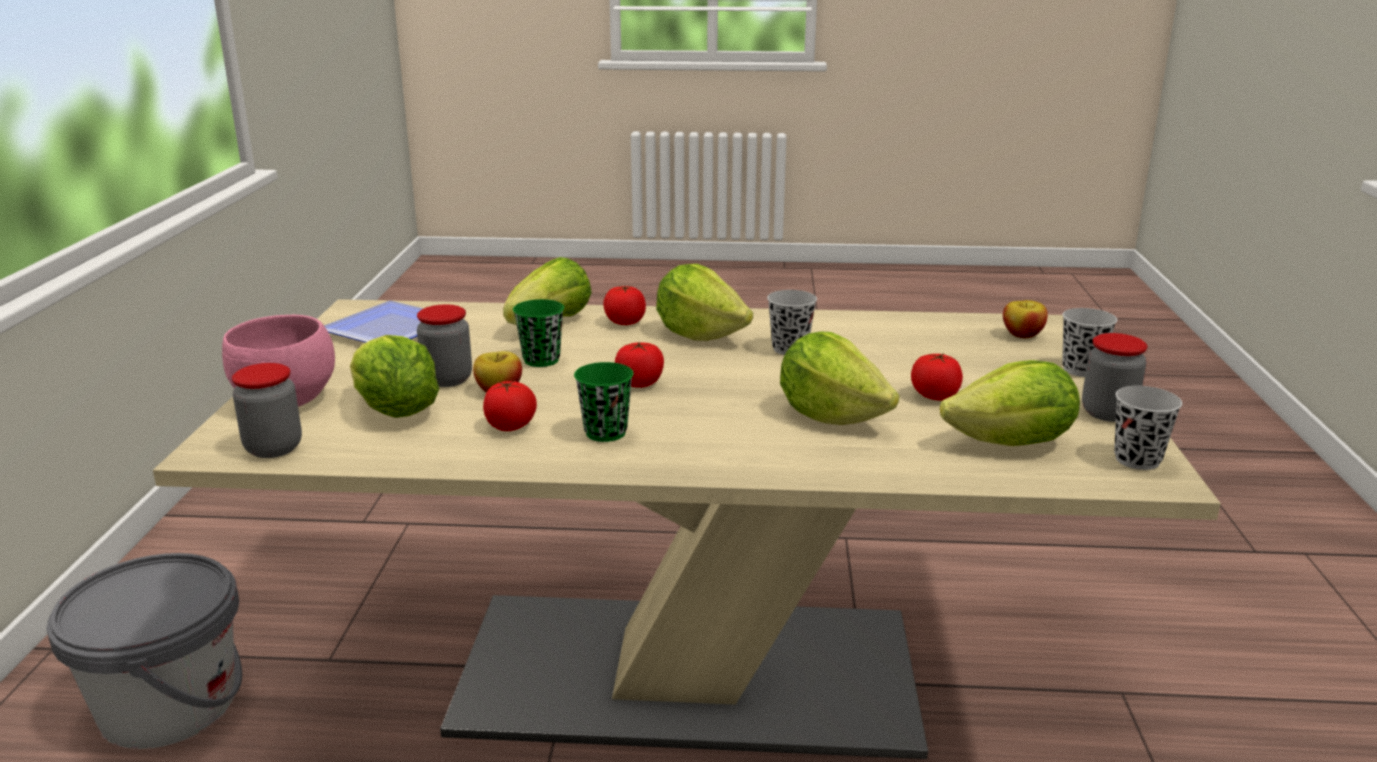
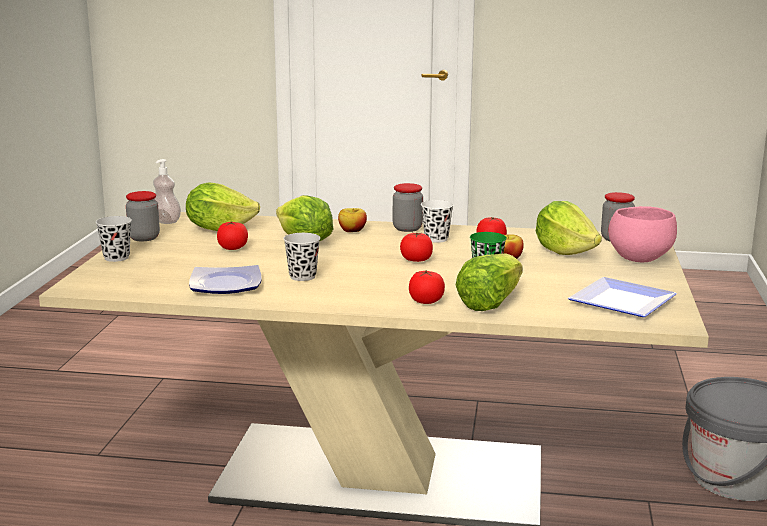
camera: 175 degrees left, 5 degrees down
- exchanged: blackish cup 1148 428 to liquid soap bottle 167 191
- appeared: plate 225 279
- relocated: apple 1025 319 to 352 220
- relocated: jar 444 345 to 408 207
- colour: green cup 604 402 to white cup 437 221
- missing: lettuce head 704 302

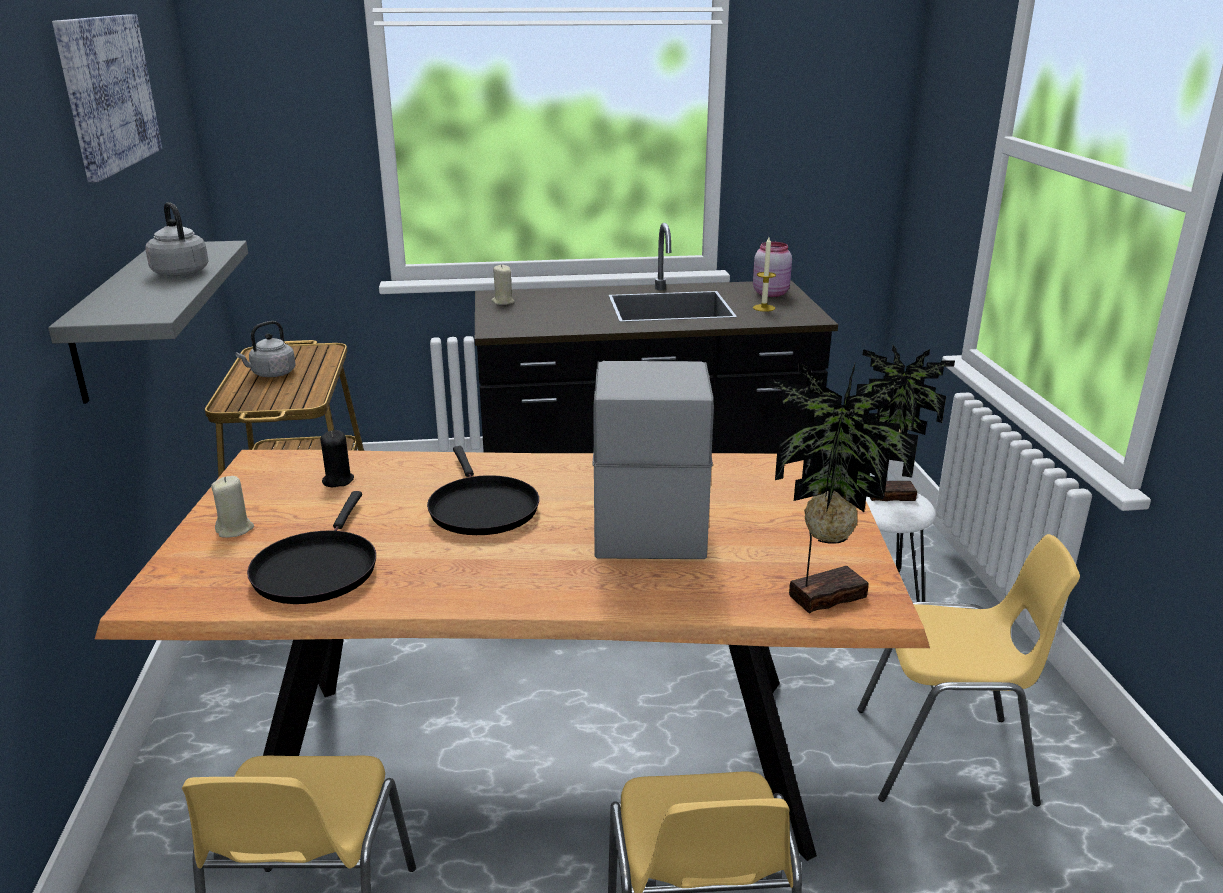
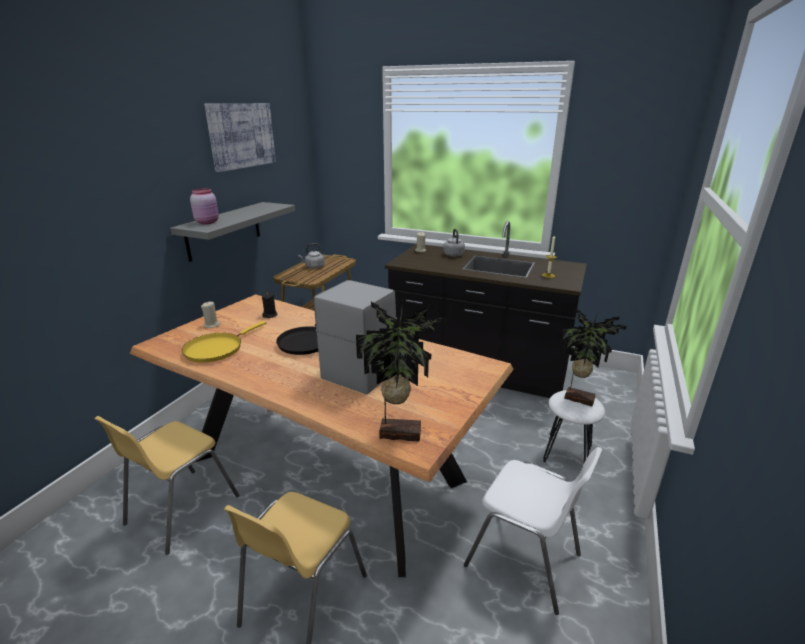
camera: 30 degrees right, 0 degrees up
- colour: blackish frying pan 311 547 to yellowish frying pan 224 342
- relocated: pink-coloured jar 772 269 to 204 206
- relocated: greyish tea kettle 177 239 to 454 242
- colour: yellowish chair 968 670 to white chair 533 531

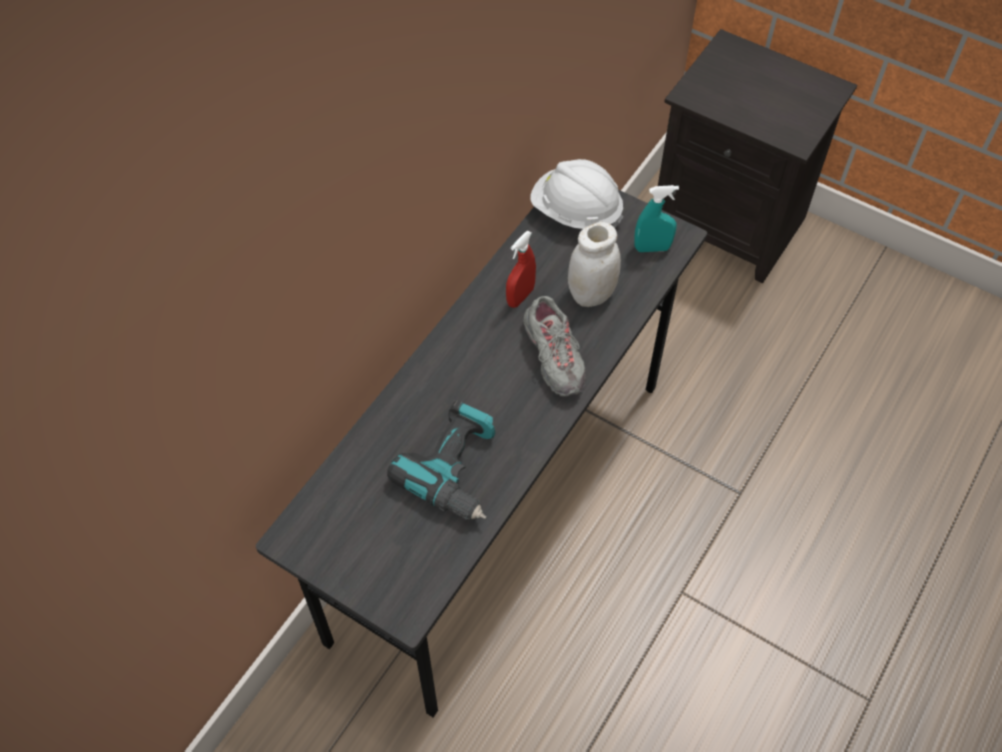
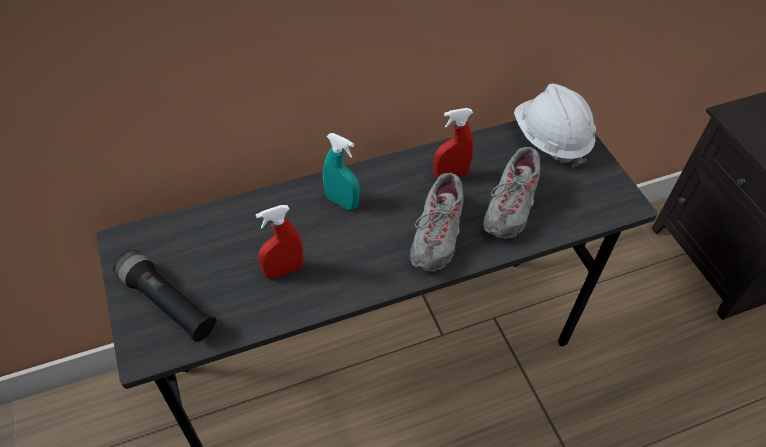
camera: 35 degrees right, 5 degrees down
- appeared: blackish torch 165 296
- exchanged: drill 441 460 to reddish sprayer 279 242
- relocated: turquoise sprayer 656 218 to 341 171
- exchanged: white jar 594 264 to greyish low shoe 511 193

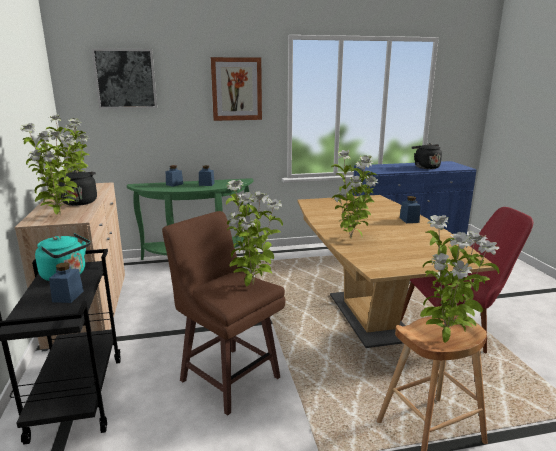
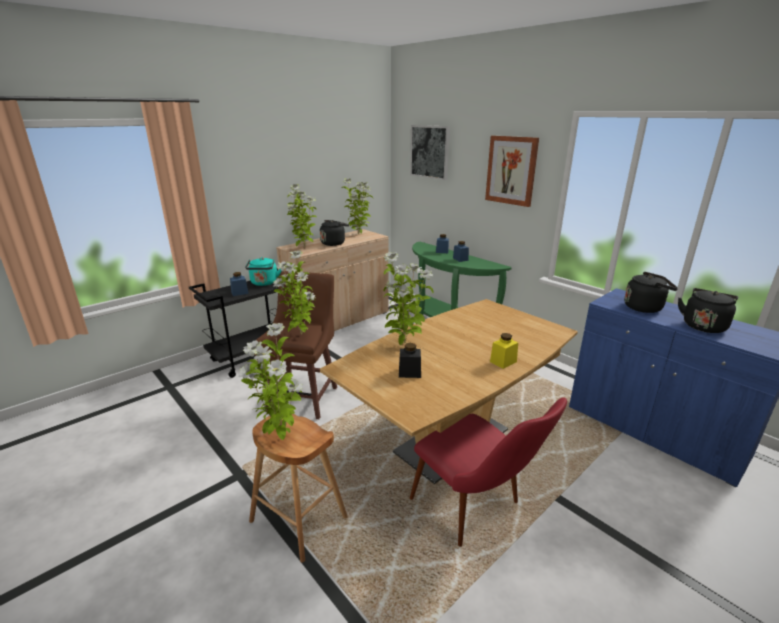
camera: 60 degrees right, 5 degrees up
- appeared: blackish jar 410 360
- colour: bluish jar 410 209 to yellowish jar 504 351
- appeared: blackish tea kettle 651 292

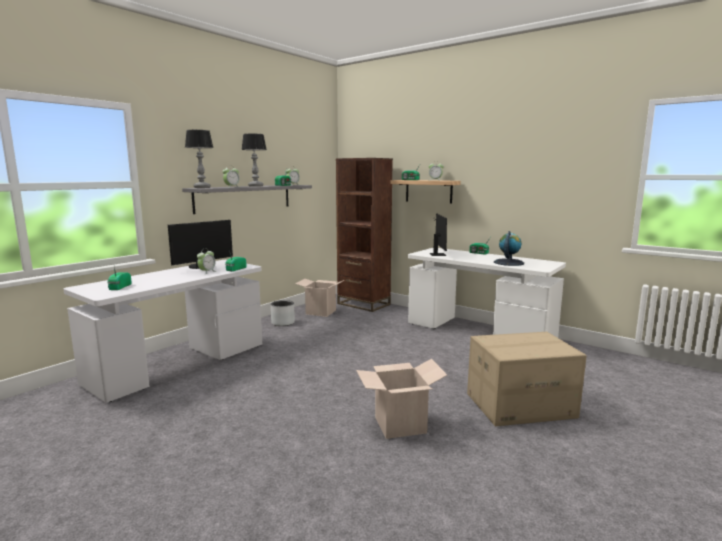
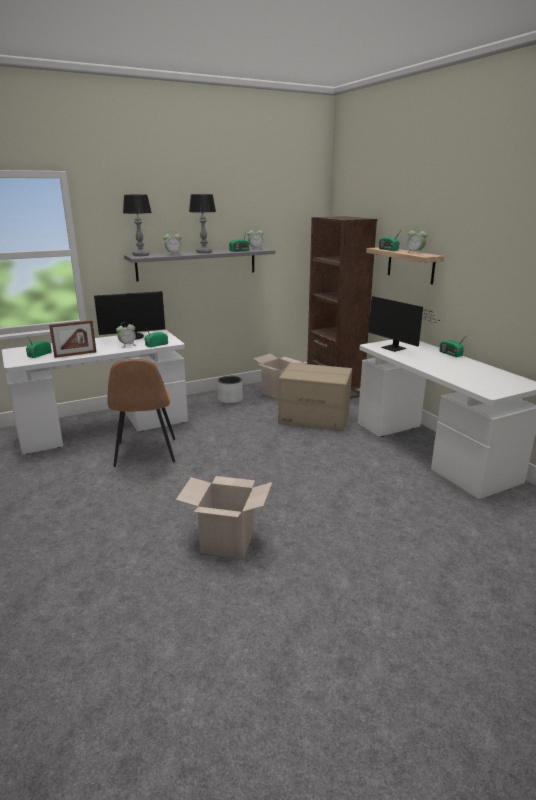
camera: 25 degrees right, 10 degrees up
- appeared: photo frame 72 339
- appeared: brown-coloured chair 141 413
- relocated: packing box 527 379 to 315 397
- spun: monitor 438 234 = 402 324 120 degrees clockwise
- missing: world globe 509 248

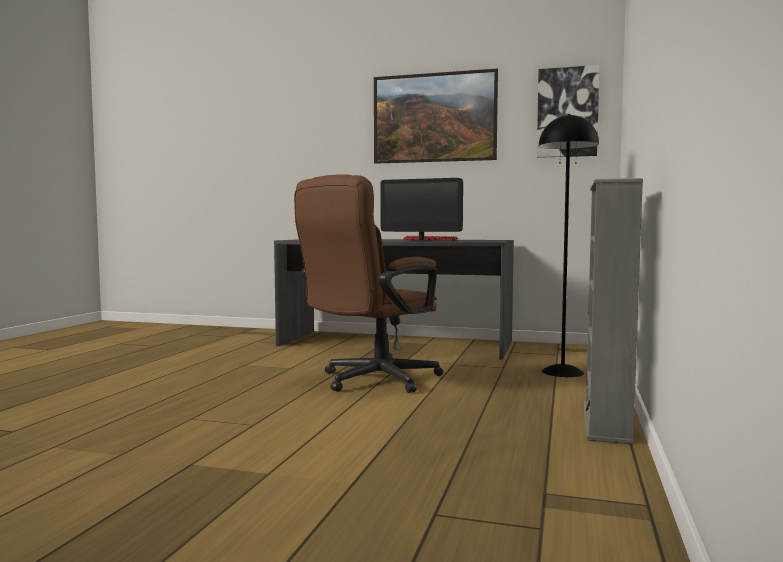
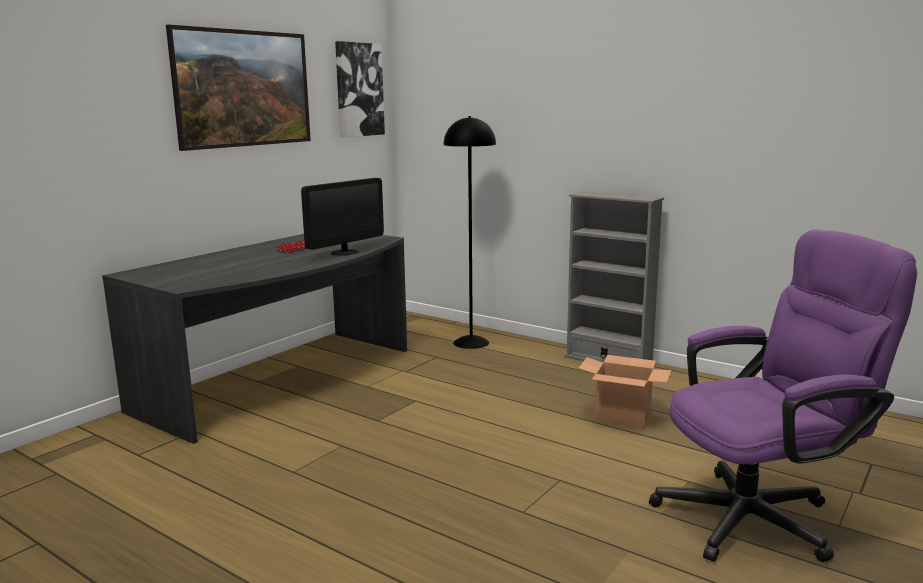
camera: 70 degrees left, 10 degrees up
- appeared: packing box 625 392
- appeared: purplish desk chair 783 395
- missing: brown-coloured desk chair 368 283

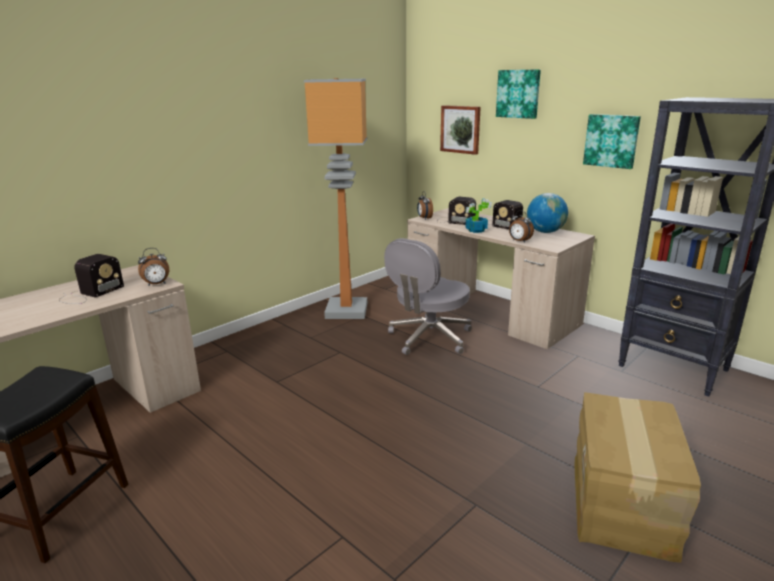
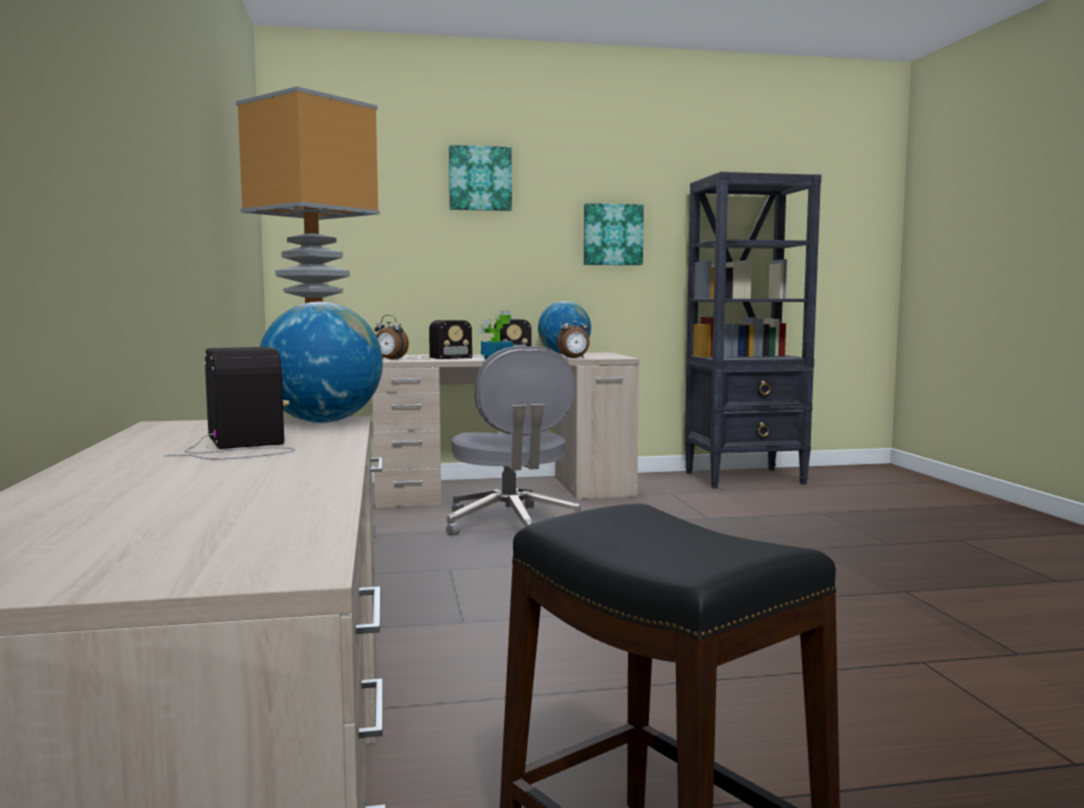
camera: 55 degrees left, 15 degrees down
- exchanged: bedside clock 153 267 to world globe 321 362
- missing: wall art 460 130
- missing: packing box 637 477

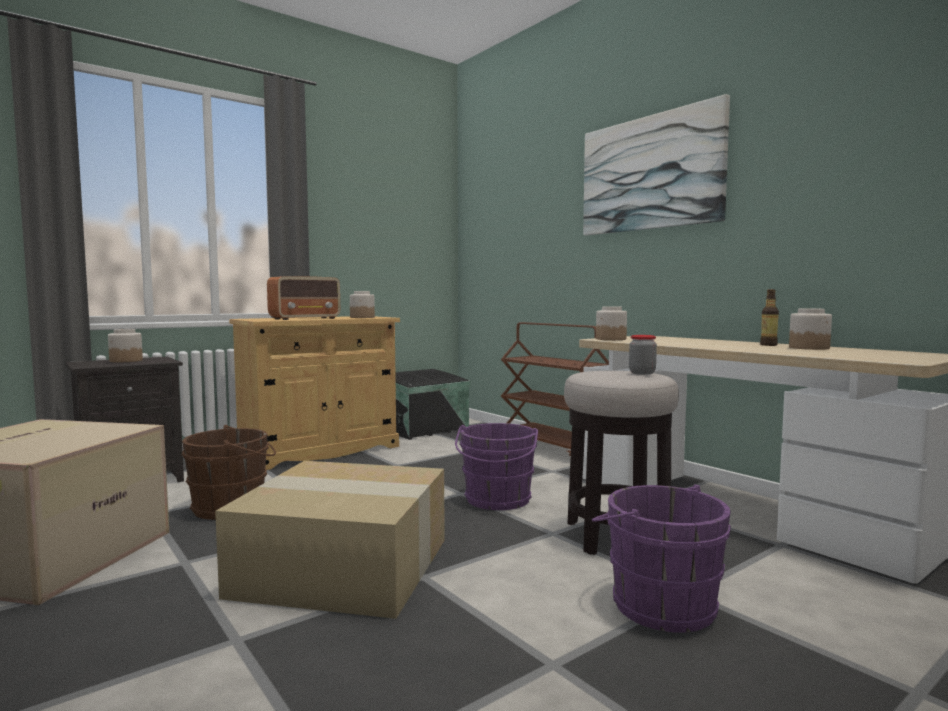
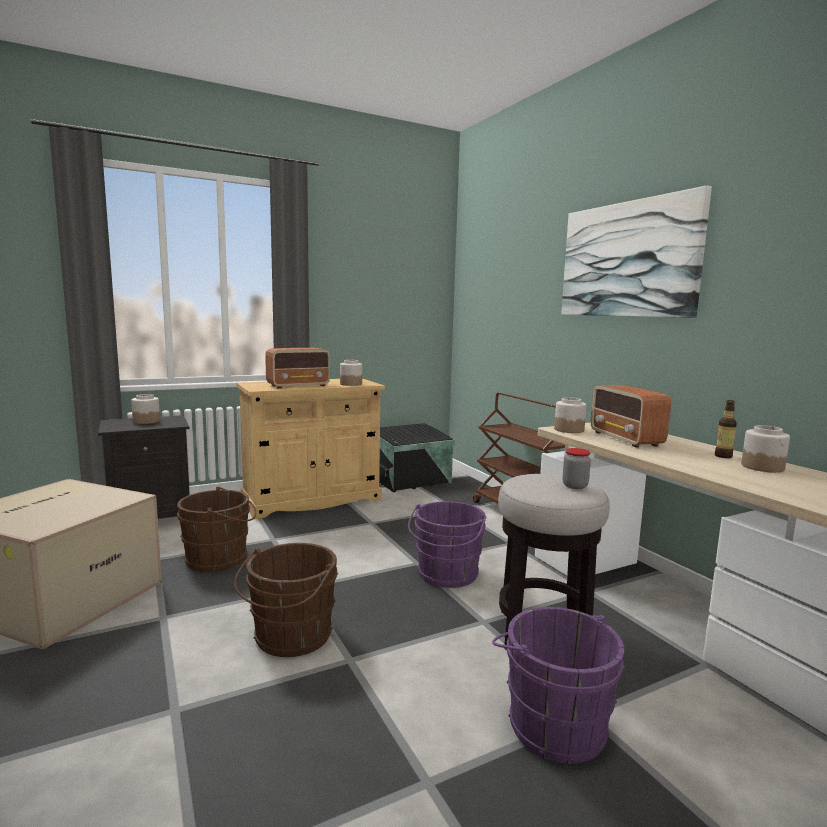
camera: 10 degrees right, 5 degrees up
- exchanged: packing box 330 540 to brown-coloured water bucket 286 600
- appeared: radio receiver 631 416

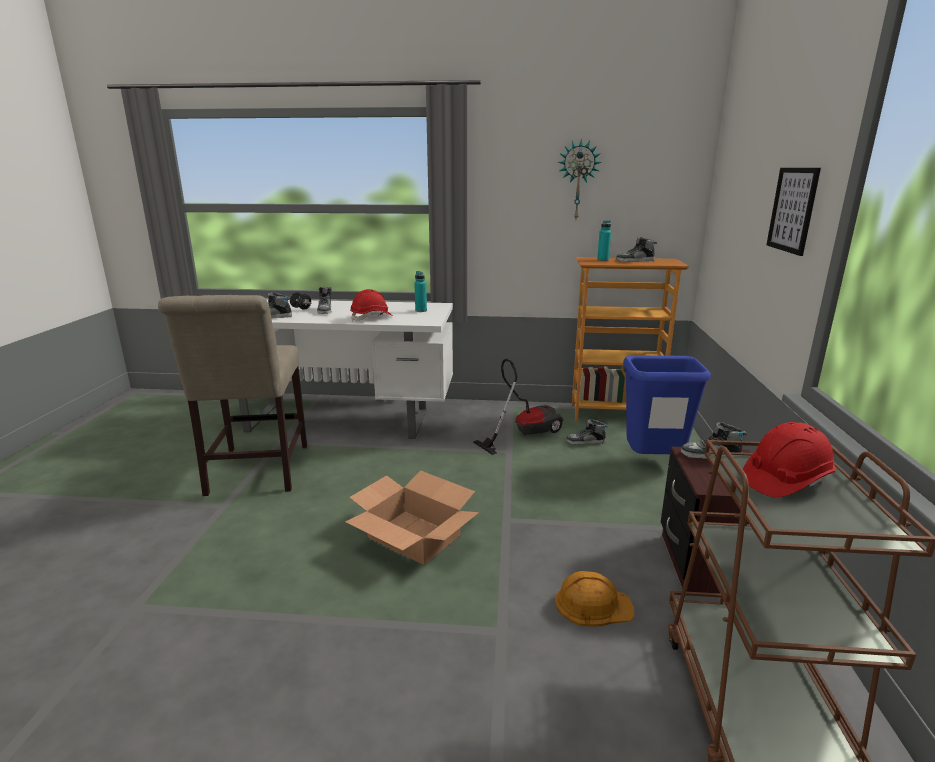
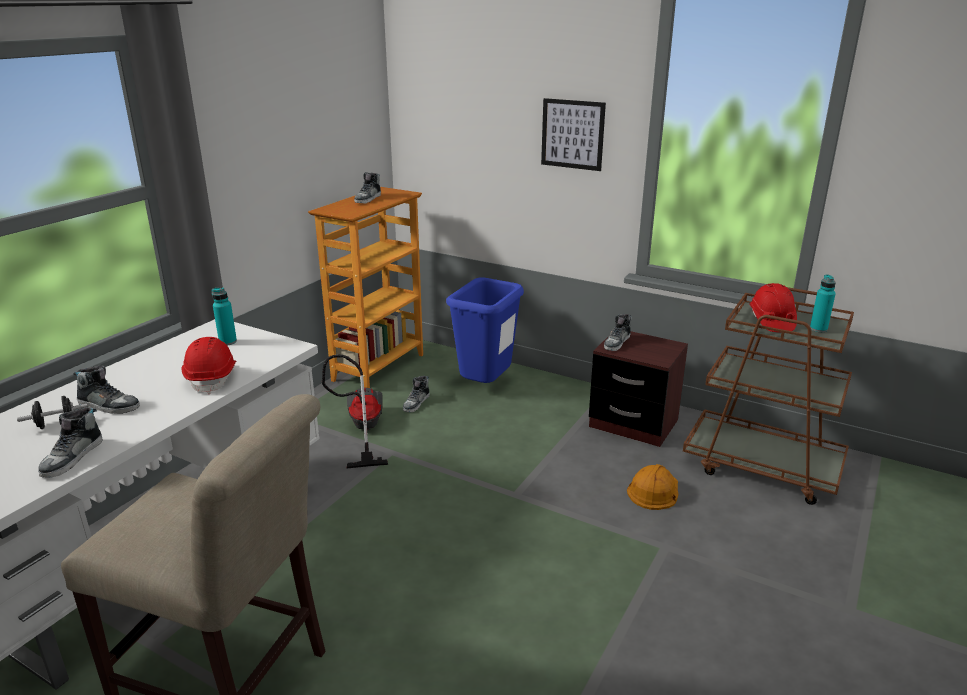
camera: 65 degrees left, 5 degrees up
- relocated: turquoise beverage bottle 604 240 to 823 303
- missing: packing box 412 517
- missing: clock on the wall 580 179

